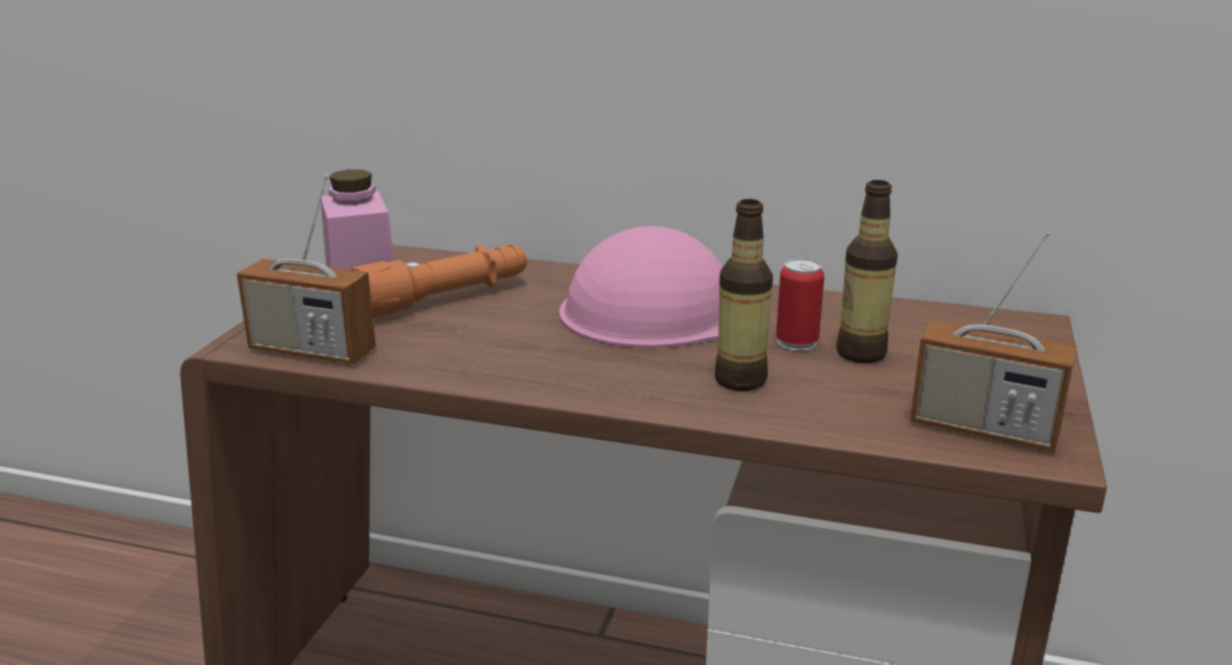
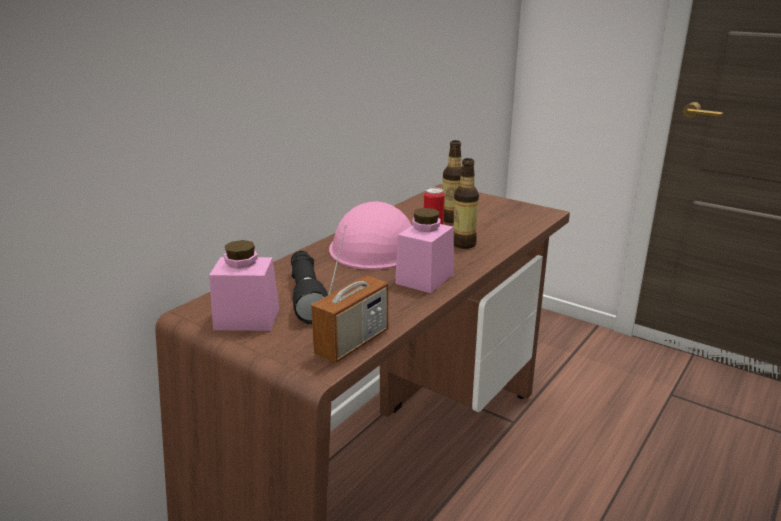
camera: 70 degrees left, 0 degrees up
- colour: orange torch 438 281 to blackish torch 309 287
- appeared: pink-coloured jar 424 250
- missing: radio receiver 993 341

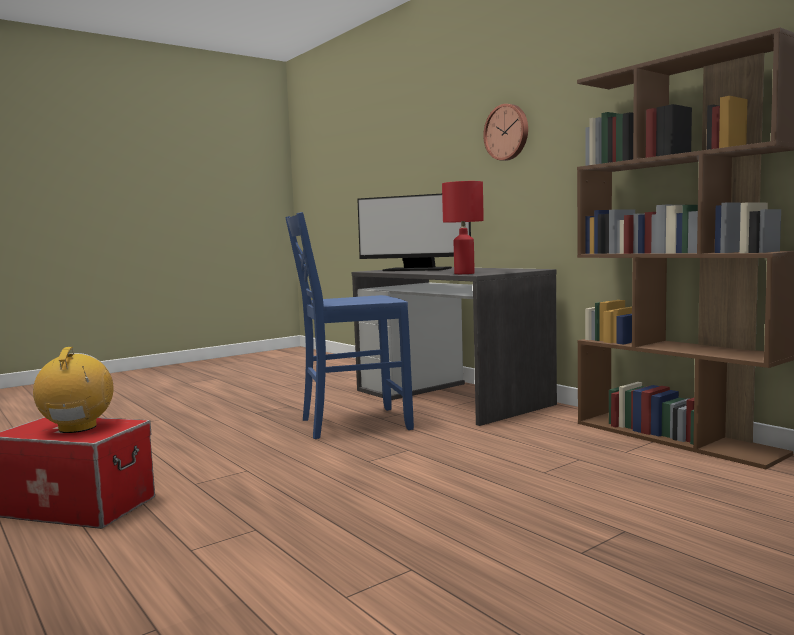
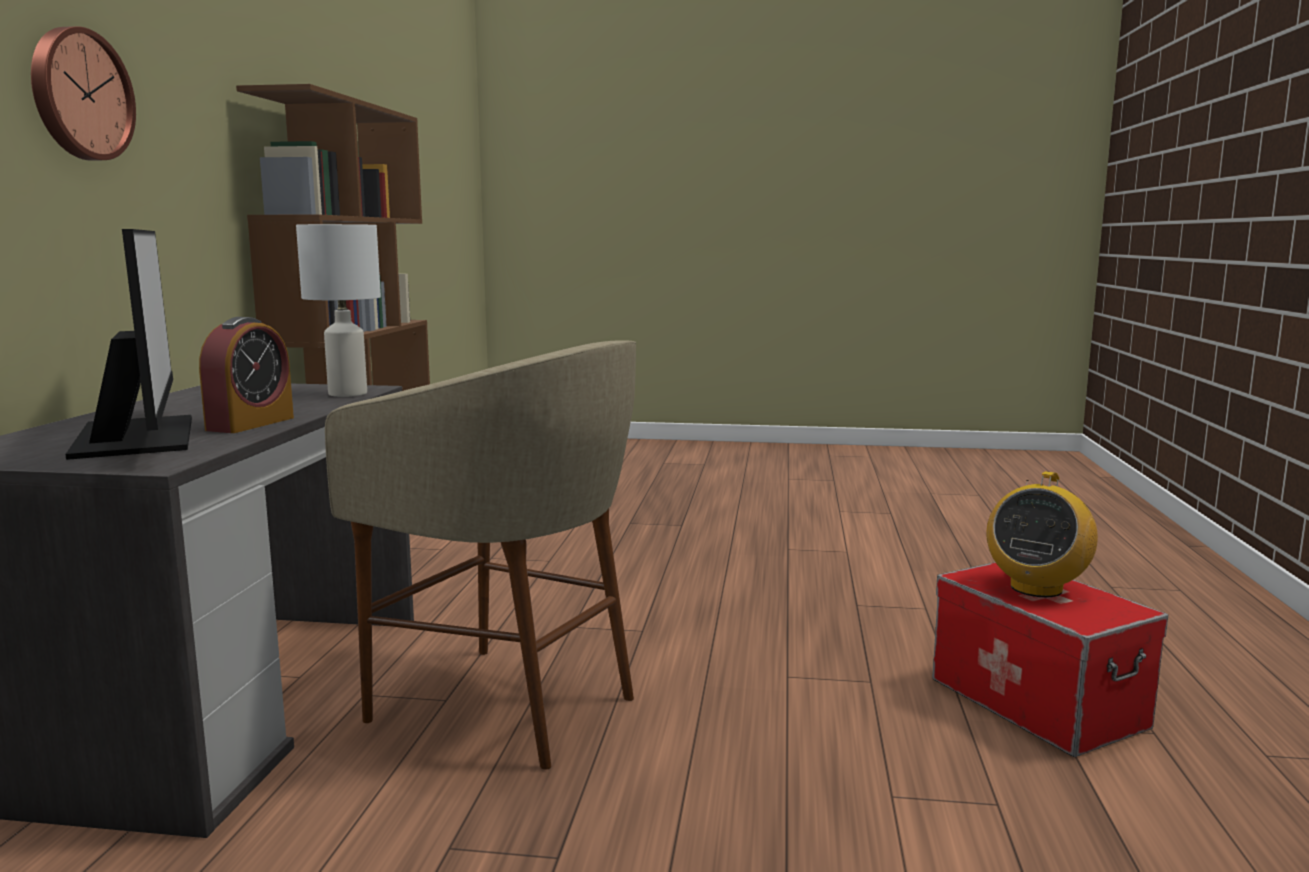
camera: 135 degrees left, 5 degrees up
- appeared: bedside clock 246 375
- colour: reddish table lamp 463 227 to white table lamp 338 310
- exchanged: bluish chair 349 325 to beige-coloured sitting stool 480 555

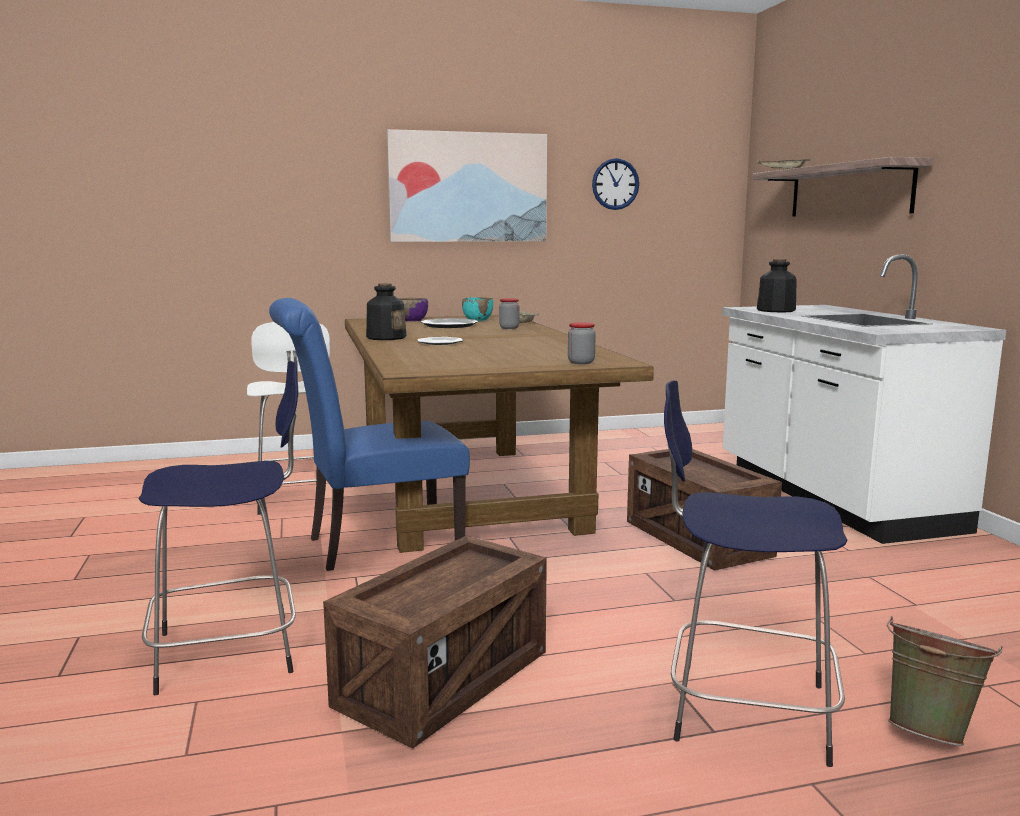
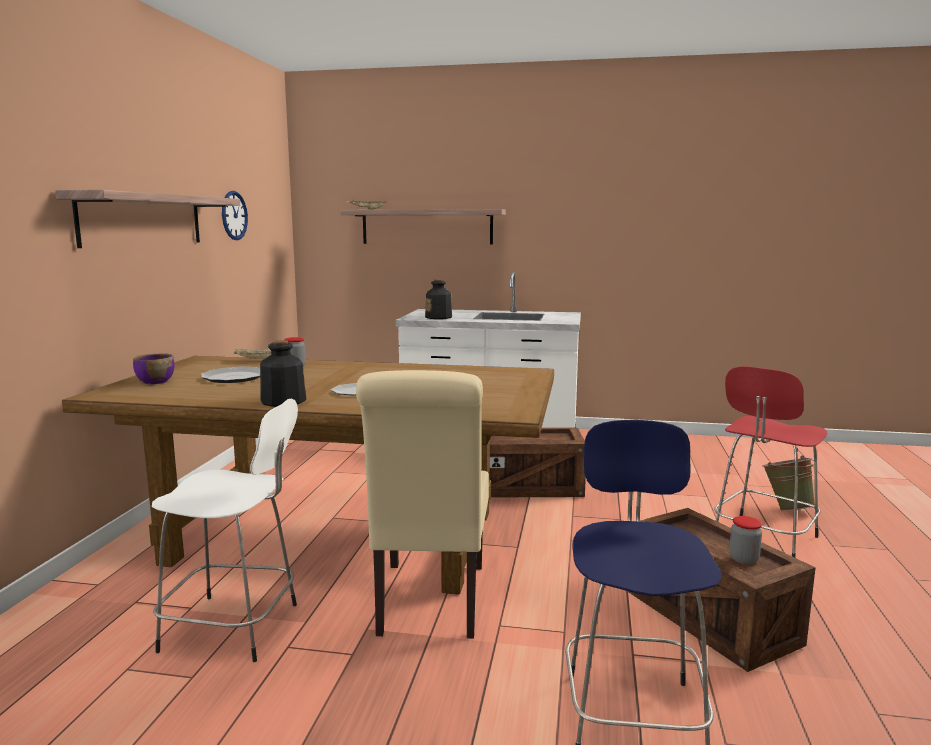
camera: 65 degrees left, 0 degrees up
- exchanged: wall art 467 185 to wall shelf 147 219
- colour: bluish chair 369 434 to beige-coloured chair 422 504
- colour: bluish sitting stool 756 573 to reddish sitting stool 770 462
- relocated: jar 582 343 to 745 540
- missing: turquoise serving bowl 477 309

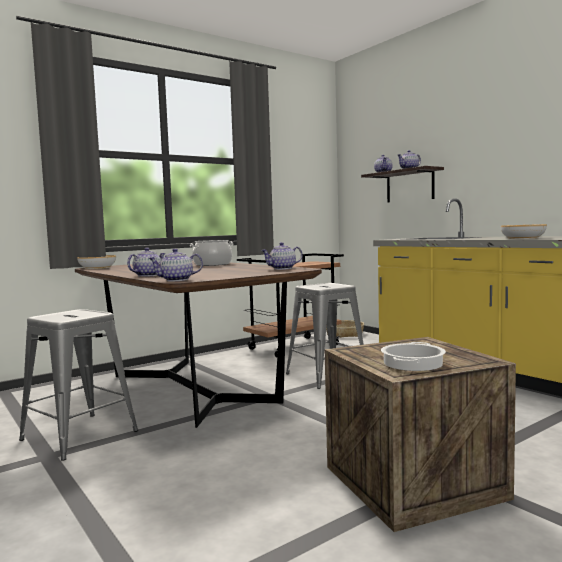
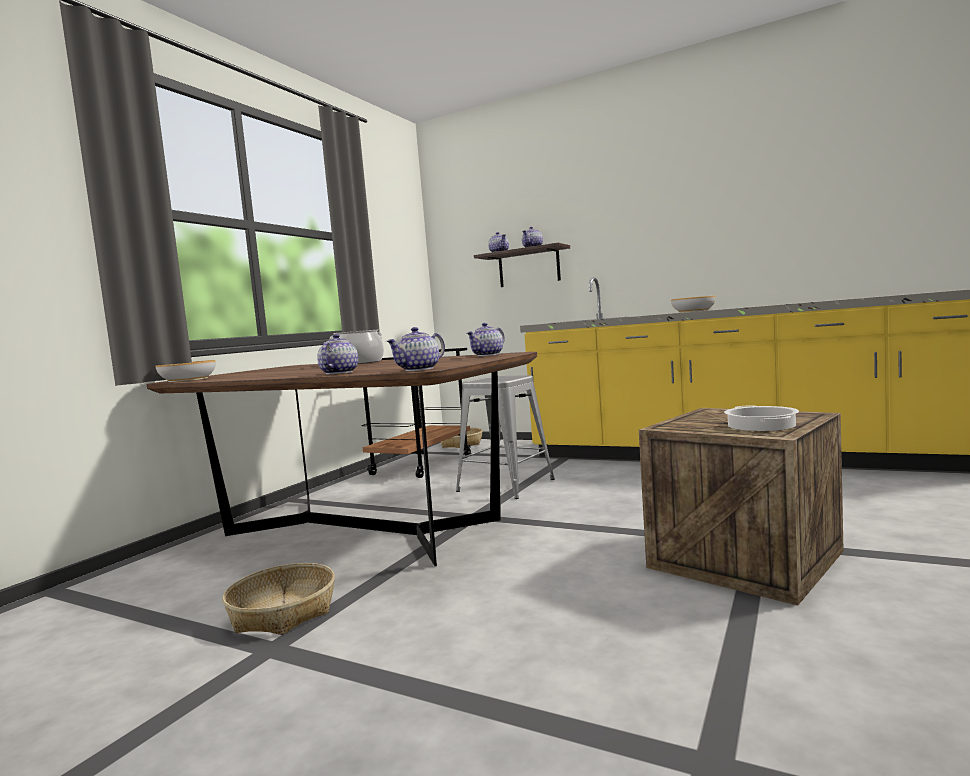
camera: 25 degrees left, 0 degrees up
- exchanged: greyish sitting stool 78 385 to basket 279 599

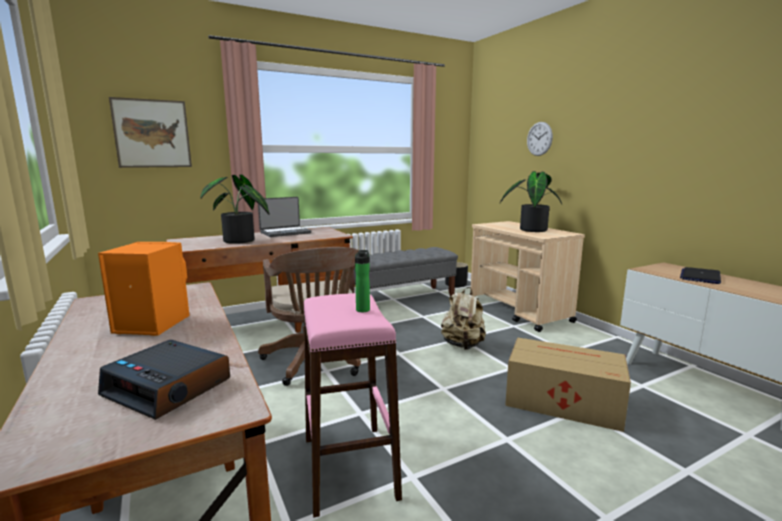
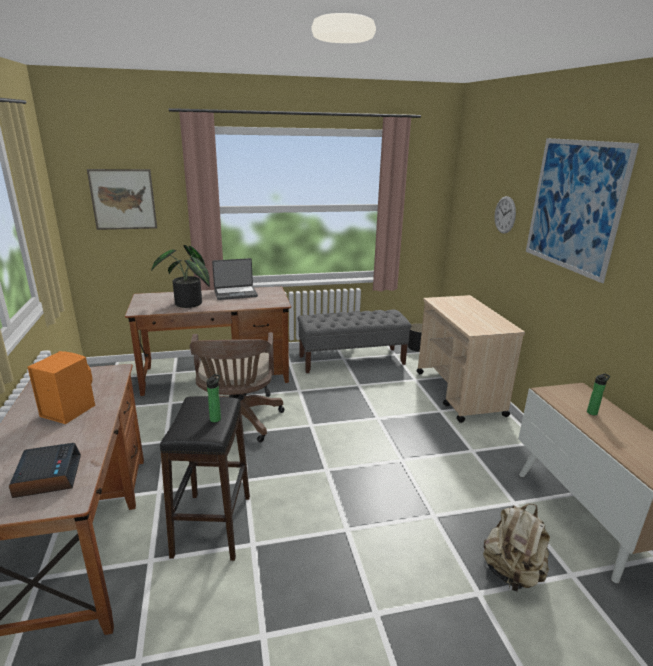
camera: 15 degrees right, 10 degrees up
- spun: bedside clock 164 380 = 45 470 150 degrees counterclockwise
- colour: pink-coloured sitting stool 352 405 to blackish sitting stool 205 478
- relocated: beige-coloured knapsack 463 318 to 516 548
- appeared: wall art 582 210
- exchanged: portable computer 700 275 to beverage bottle 598 394
- missing: plant in a pot 531 201
- missing: packing box 568 384

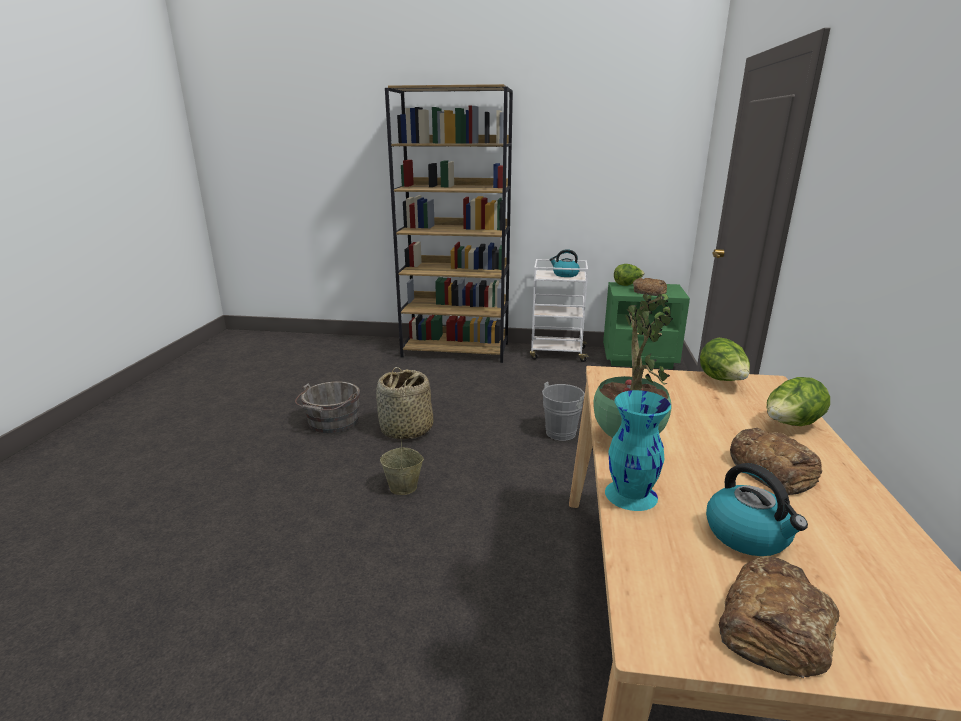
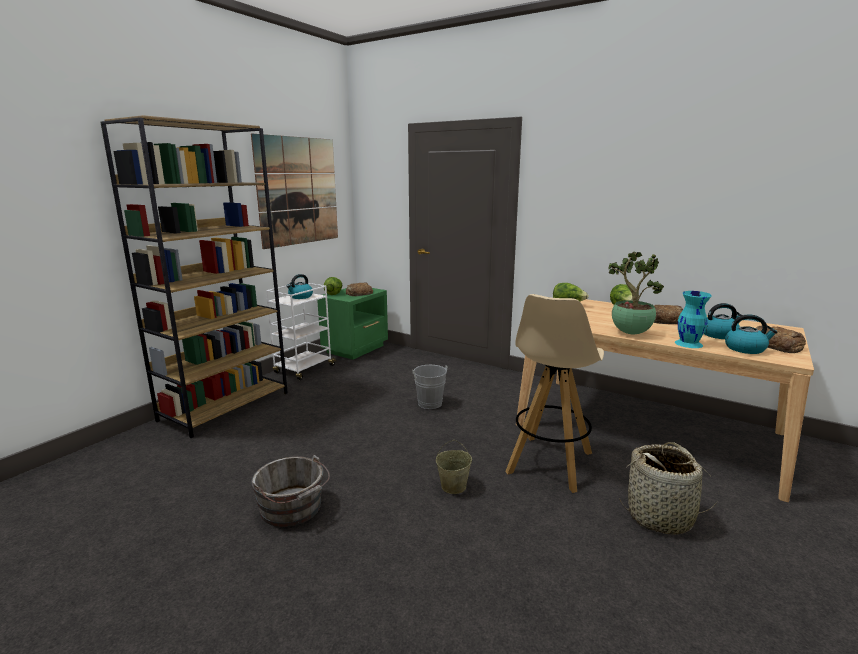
camera: 65 degrees left, 5 degrees down
- appeared: wall art 294 191
- appeared: beige-coloured sitting stool 554 393
- relocated: basket 404 403 to 669 488
- appeared: tea kettle 751 334

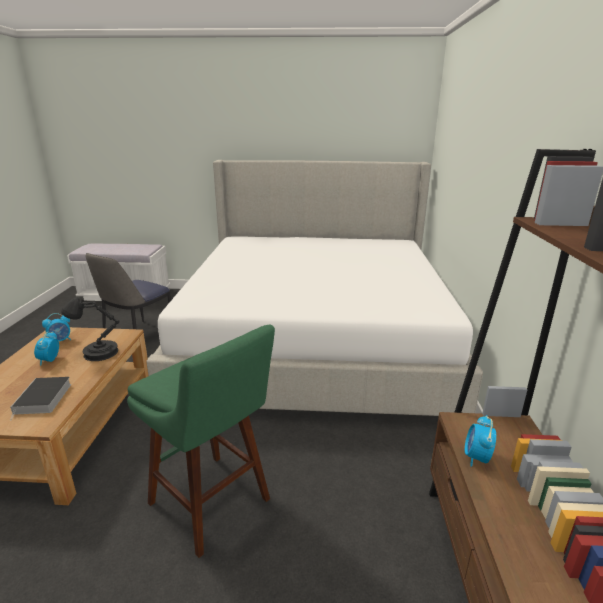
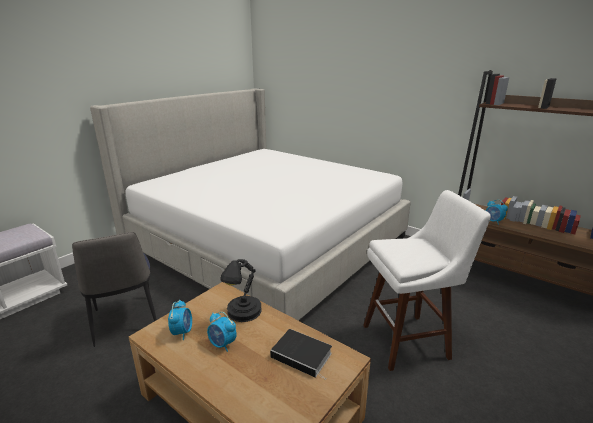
camera: 55 degrees left, 0 degrees up
- colour: green sitting stool 201 441 to white sitting stool 427 280

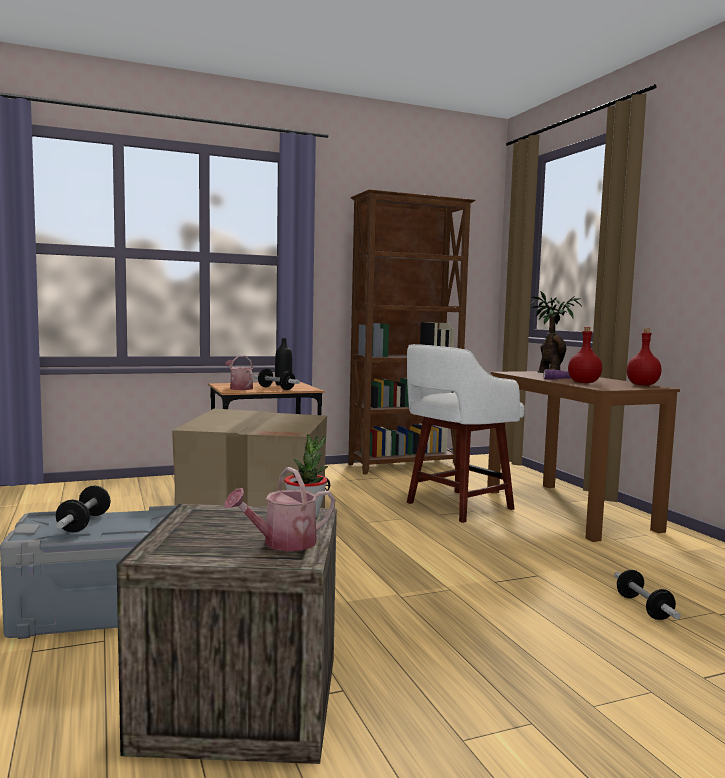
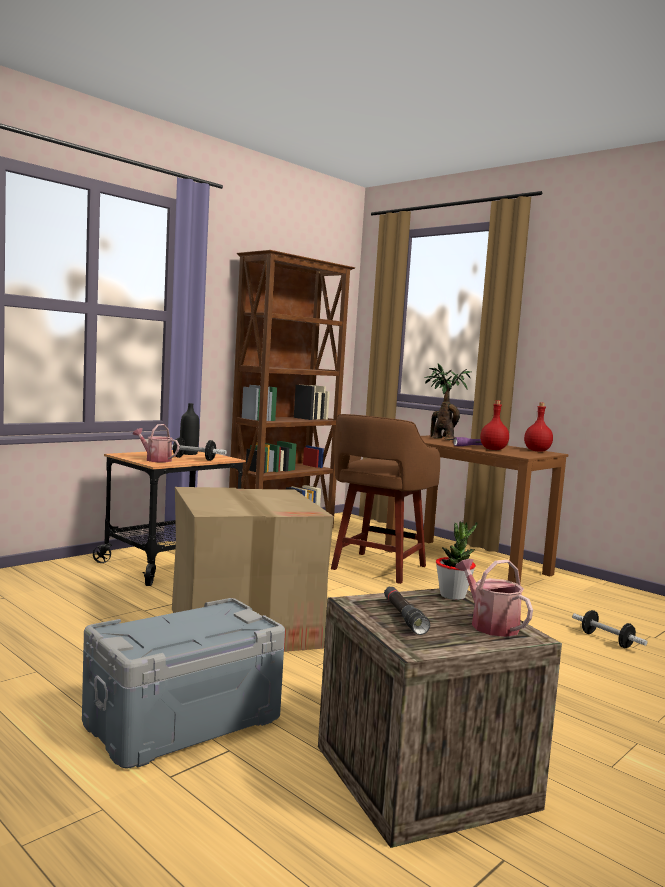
camera: 25 degrees left, 0 degrees up
- colour: white sitting stool 466 433 to brown-coloured sitting stool 385 499
- appeared: blackish torch 407 611
- spun: sprinkling can 279 509 = 494 598 120 degrees clockwise
- missing: free weight 83 509

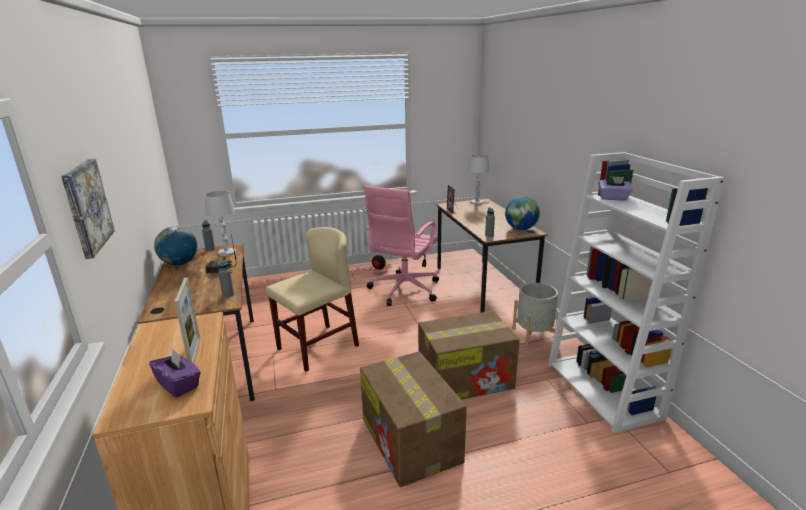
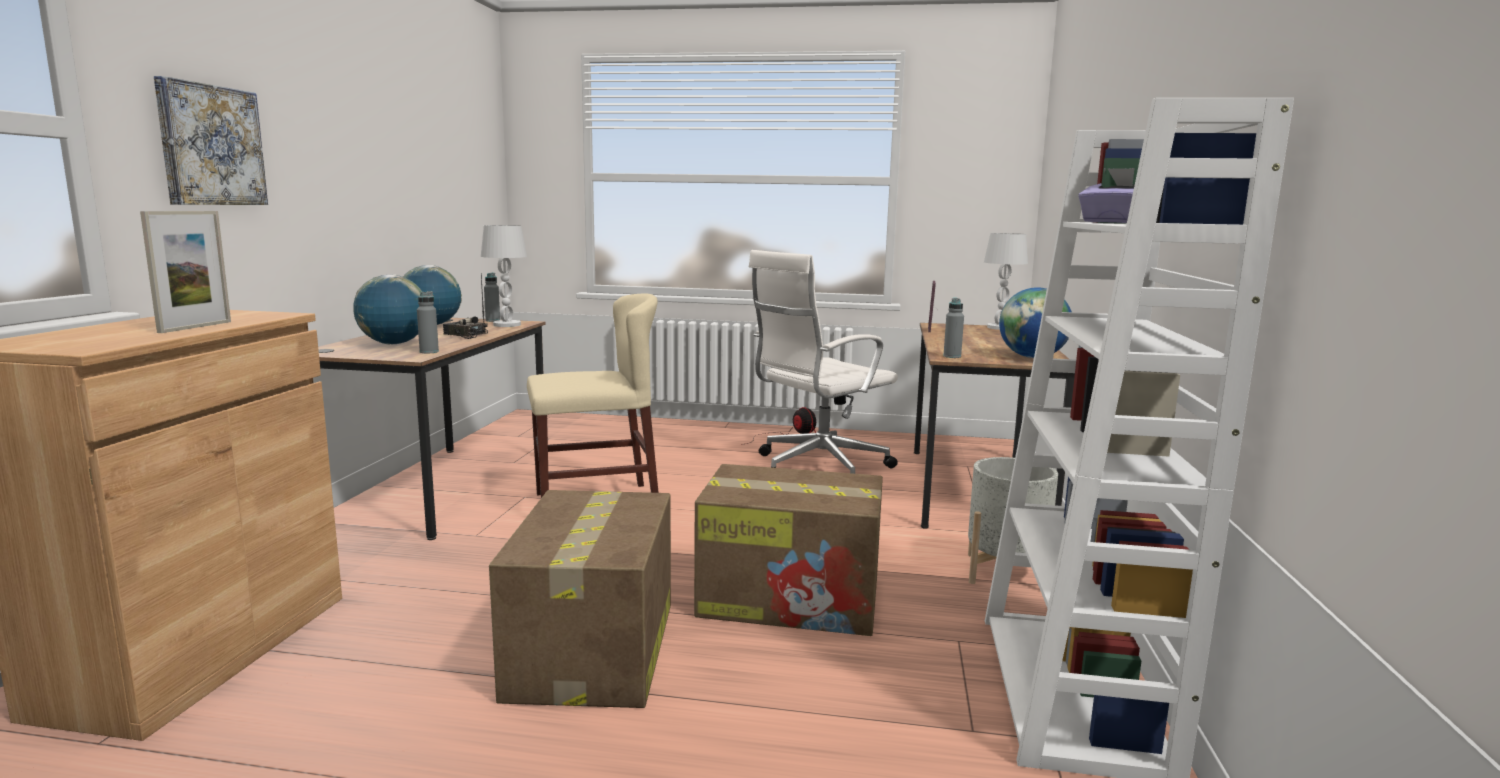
camera: 25 degrees right, 10 degrees down
- appeared: world globe 387 309
- colour: pink-coloured desk chair 401 245 to white desk chair 823 362
- missing: purplish box of tissues 175 373

